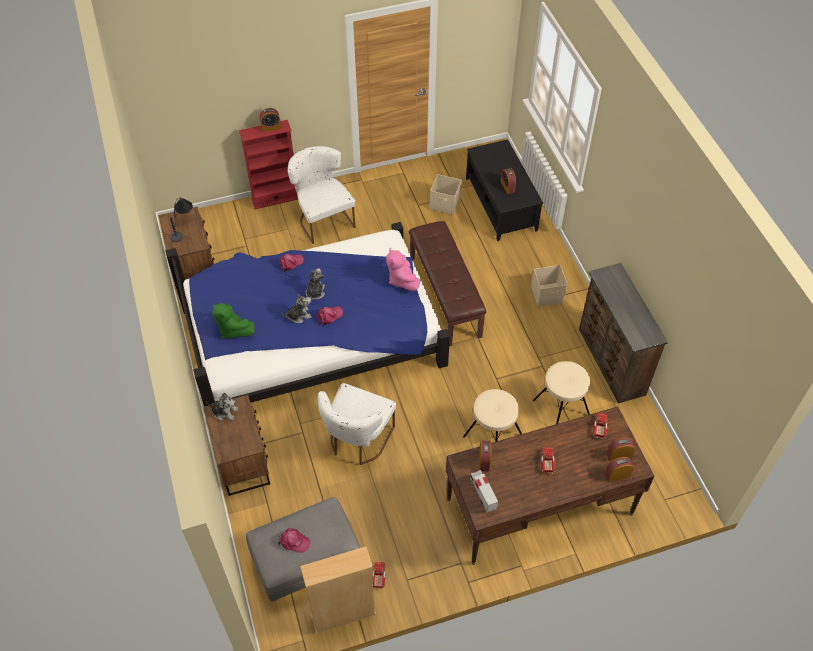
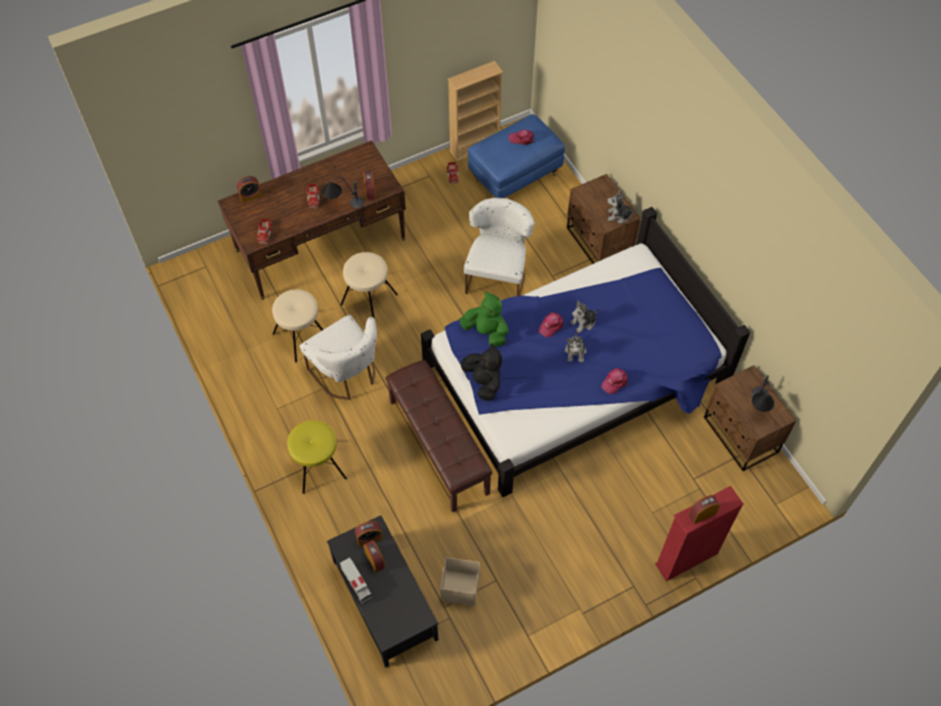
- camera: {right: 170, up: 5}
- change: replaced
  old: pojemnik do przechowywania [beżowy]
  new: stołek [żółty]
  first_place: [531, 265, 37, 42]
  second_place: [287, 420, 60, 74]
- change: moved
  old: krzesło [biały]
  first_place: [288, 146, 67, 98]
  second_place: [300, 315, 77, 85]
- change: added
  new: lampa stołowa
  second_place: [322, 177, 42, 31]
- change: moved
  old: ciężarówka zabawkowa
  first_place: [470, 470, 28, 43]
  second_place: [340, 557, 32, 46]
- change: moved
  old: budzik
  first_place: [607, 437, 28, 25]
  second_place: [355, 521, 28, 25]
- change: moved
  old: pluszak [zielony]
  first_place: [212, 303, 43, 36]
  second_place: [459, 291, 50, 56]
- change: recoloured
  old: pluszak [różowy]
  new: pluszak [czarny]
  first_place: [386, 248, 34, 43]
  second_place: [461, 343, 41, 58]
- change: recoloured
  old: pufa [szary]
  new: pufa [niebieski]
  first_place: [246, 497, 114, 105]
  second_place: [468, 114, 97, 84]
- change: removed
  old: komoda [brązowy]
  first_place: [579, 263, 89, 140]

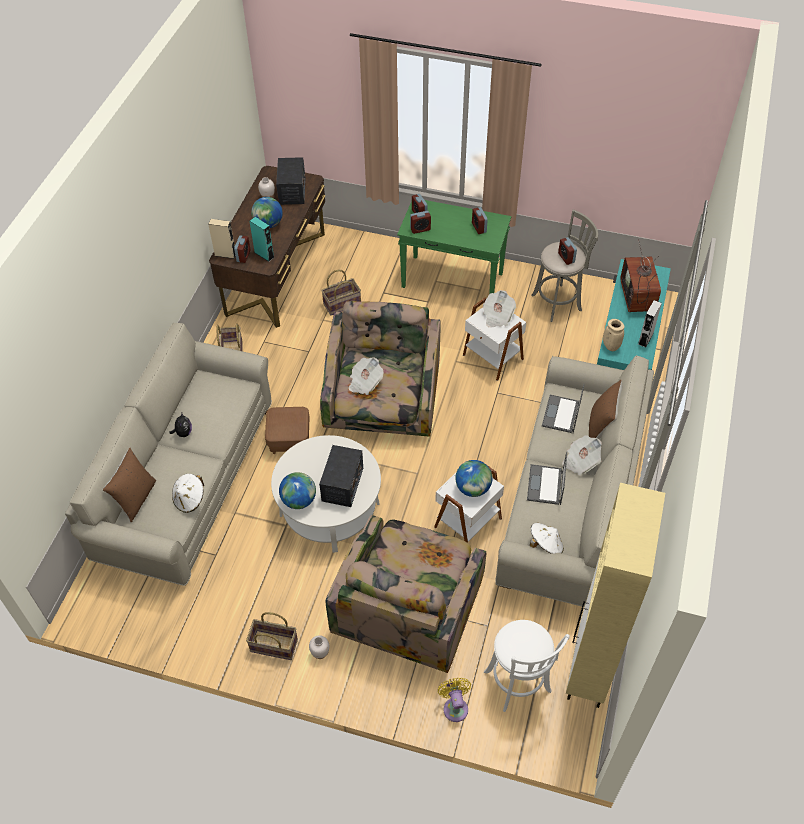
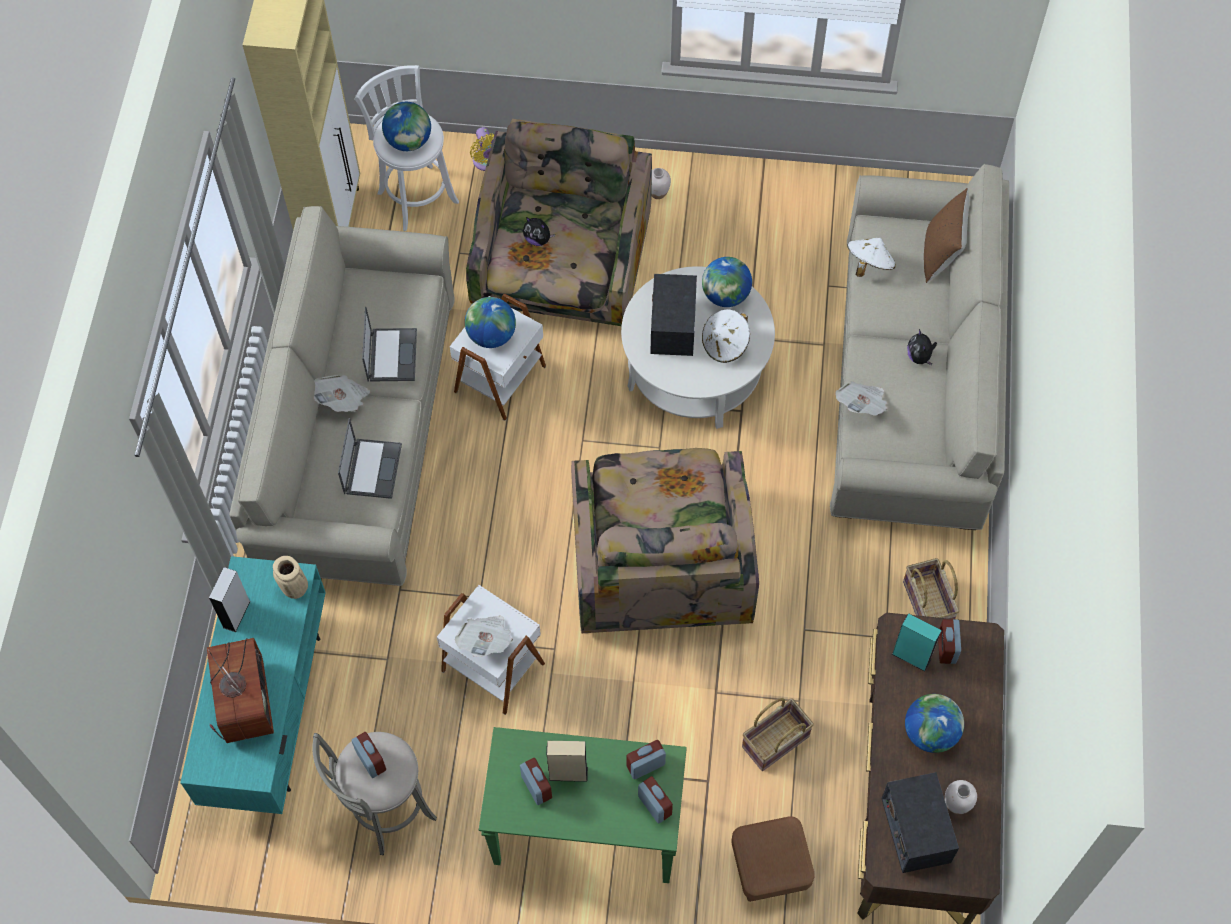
- camera: {right: 170, up: 10}
- change: added
  new: globus
  second_place: [382, 102, 49, 49]
- change: added
  new: pluszak
  second_place: [523, 217, 32, 29]
- change: moved
  old: głośnik [beżowy]
  first_place: [208, 219, 27, 40]
  second_place: [546, 741, 42, 41]
- change: moved
  old: kapelusz [biały]
  first_place: [530, 523, 34, 31]
  second_place: [702, 309, 48, 54]
- change: moved
  old: pufa [brązowy]
  first_place: [265, 407, 45, 47]
  second_place: [731, 816, 84, 86]
- change: moved
  old: gazeta
  first_place: [349, 357, 34, 38]
  second_place: [835, 381, 52, 35]
- change: removed
  old: koszyk
  first_place: [246, 612, 52, 48]
- change: removed
  old: poduszka [brązowy]
  first_place: [589, 379, 33, 60]

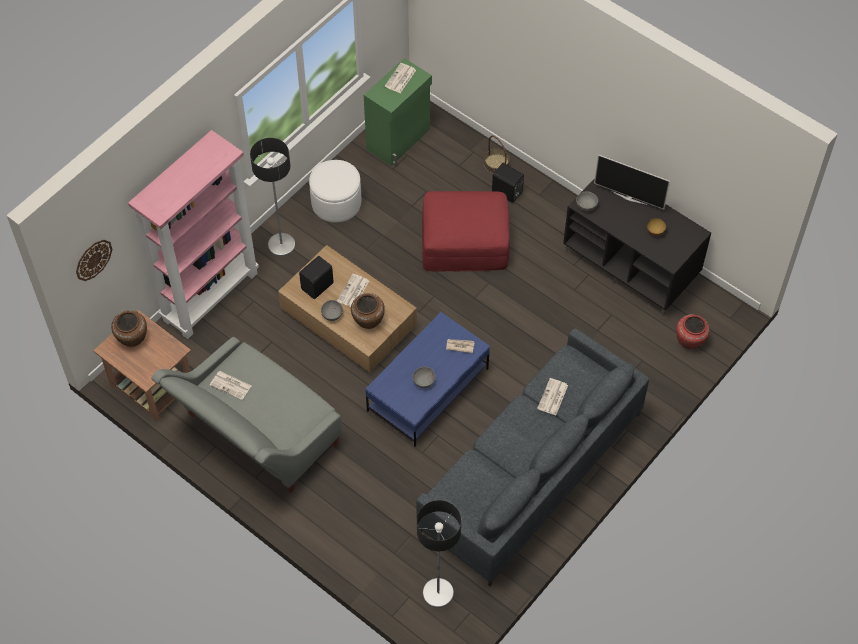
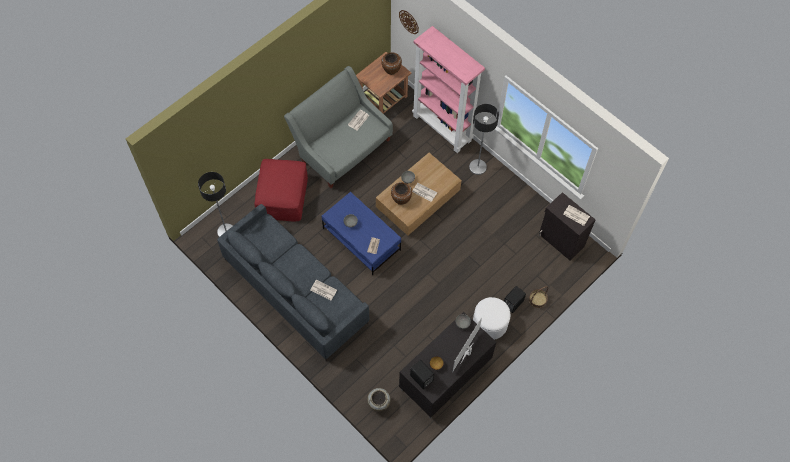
- camera: {right: 95, up: 5}
- change: moved
  old: pufa [czerwony]
  first_place: [422, 191, 88, 81]
  second_place: [255, 159, 53, 62]
- change: recoloured
  old: wazon [czerwony]
  new: wazon [beżowy]
  first_place: [676, 314, 34, 35]
  second_place: [367, 388, 24, 23]
- change: moved
  old: głośnik [czarny]
  first_place: [299, 256, 35, 43]
  second_place: [410, 360, 24, 29]
- change: moved
  old: pufa [biały]
  first_place: [309, 160, 52, 62]
  second_place: [473, 297, 37, 43]
- change: recoloured
  old: szafka [zielony]
  new: szafka [czarny]
  first_place: [364, 58, 68, 108]
  second_place: [539, 192, 56, 68]

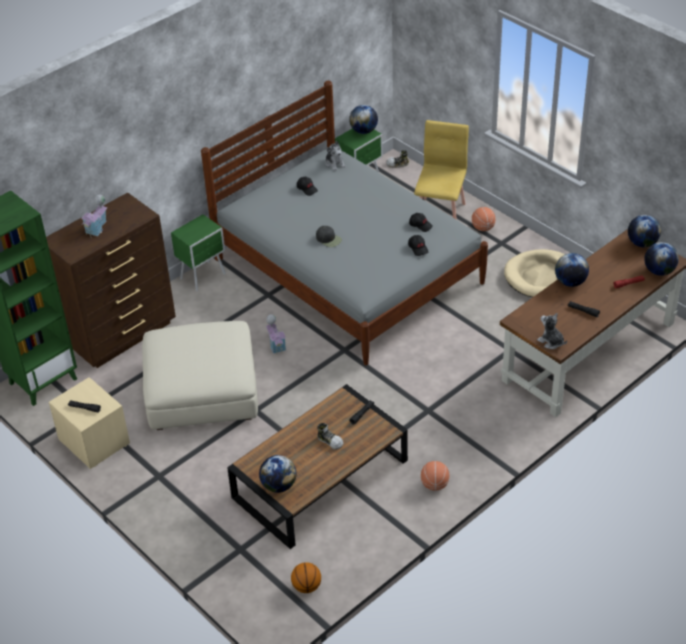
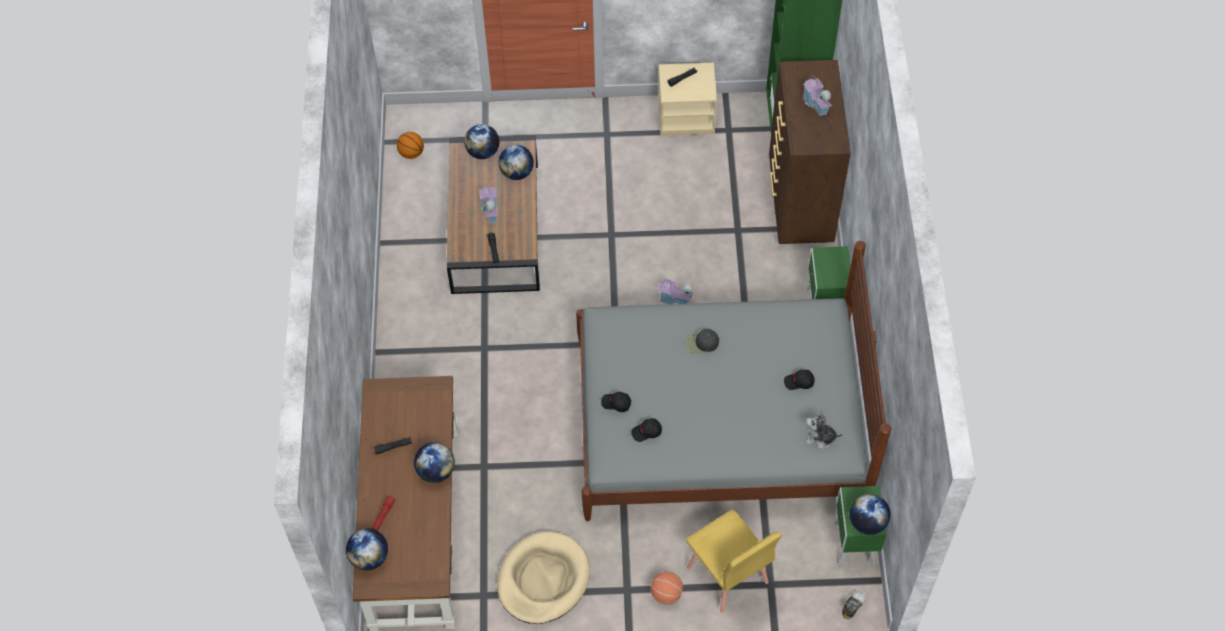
- camera: {right: 130, up: 15}
- change: replaced
  old: but
  new: domek
  first_place: [317, 423, 26, 27]
  second_place: [479, 184, 19, 39]
- change: moved
  old: globus
  first_place: [628, 215, 33, 32]
  second_place: [499, 145, 35, 35]
- change: removed
  old: pufa [beżowy]
  first_place: [142, 321, 116, 109]
- change: removed
  old: piłka do koszykówki
  first_place: [421, 461, 28, 30]
- change: removed
  old: pluszak
  first_place: [537, 313, 30, 36]

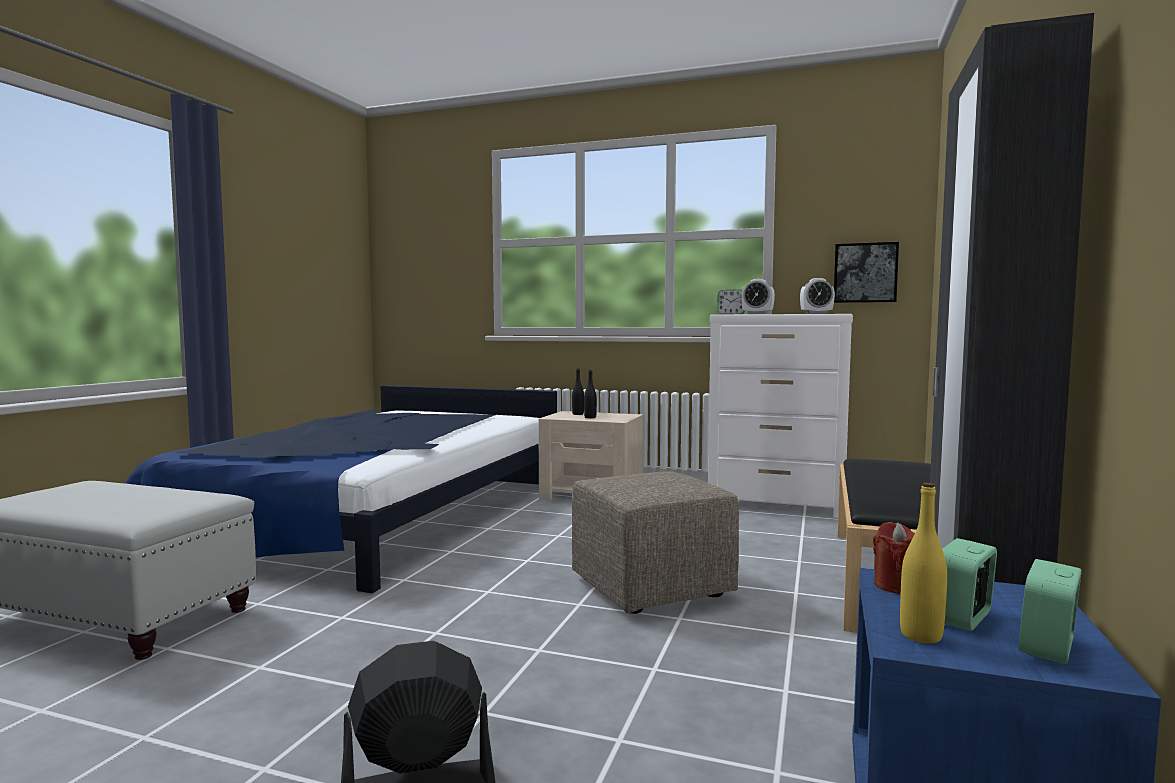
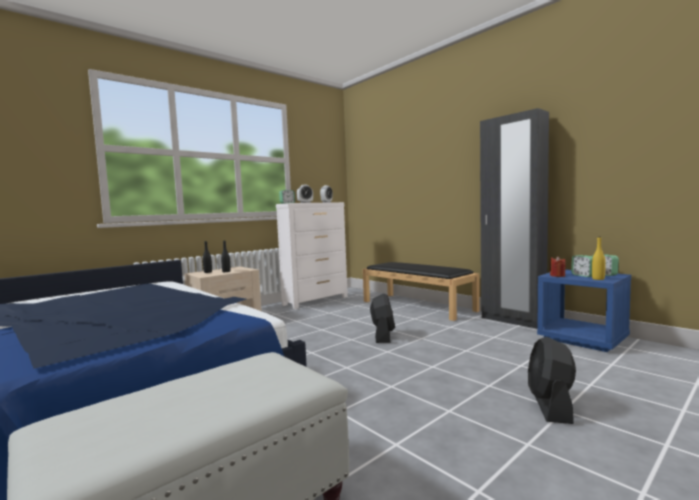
- camera: {right: -60, up: 0}
- change: replaced
  old: pufa [beżowy]
  new: wentylator [czarny]
  first_place: [572, 471, 167, 143]
  second_place: [370, 293, 25, 50]
- change: removed
  old: obraz
  first_place: [834, 242, 65, 61]

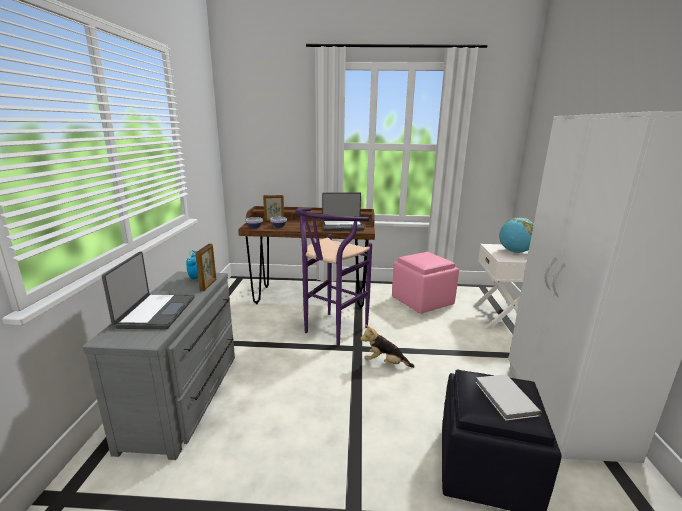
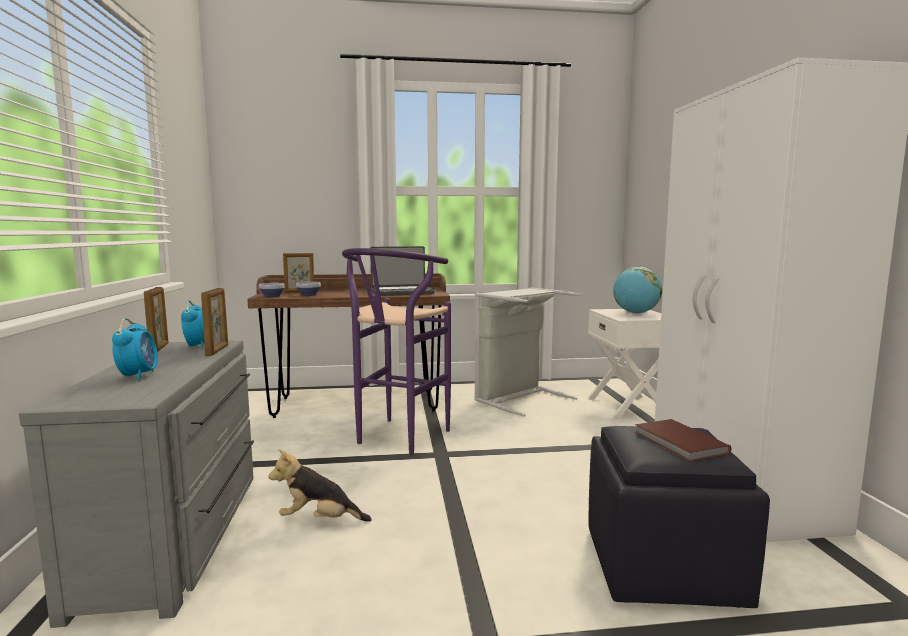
- camera: {right: -10, up: -10}
- change: replaced
  old: laptop
  new: budzik
  first_place: [102, 251, 93, 78]
  second_place: [112, 318, 46, 63]
- change: added
  new: ramka na zdjęcie
  second_place: [144, 287, 24, 65]
- change: moved
  old: pluszak
  first_place: [360, 324, 54, 44]
  second_place: [269, 449, 103, 73]
- change: replaced
  old: pufa [różowy]
  new: kosz na pranie [szary]
  first_place: [392, 252, 67, 62]
  second_place: [474, 287, 107, 130]
- change: recoloured
  old: książka [biały]
  new: książka [brązowy]
  first_place: [476, 374, 65, 46]
  second_place: [634, 419, 97, 43]

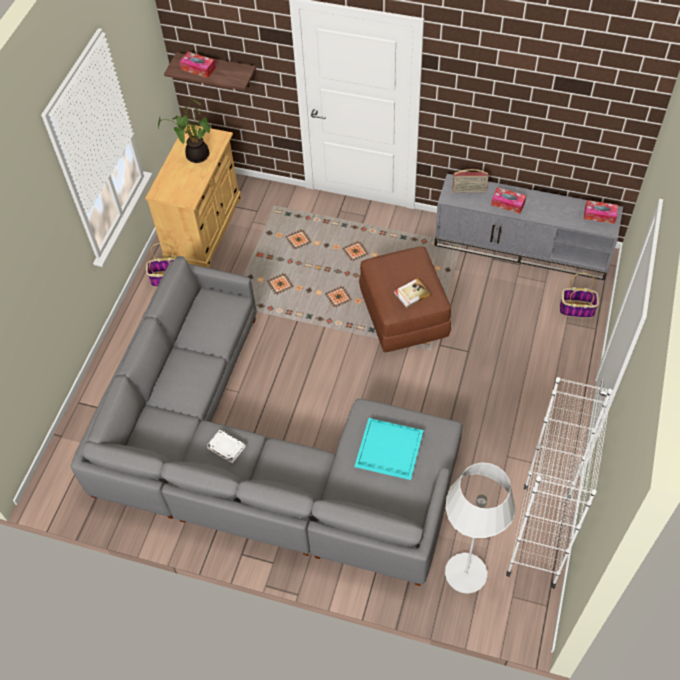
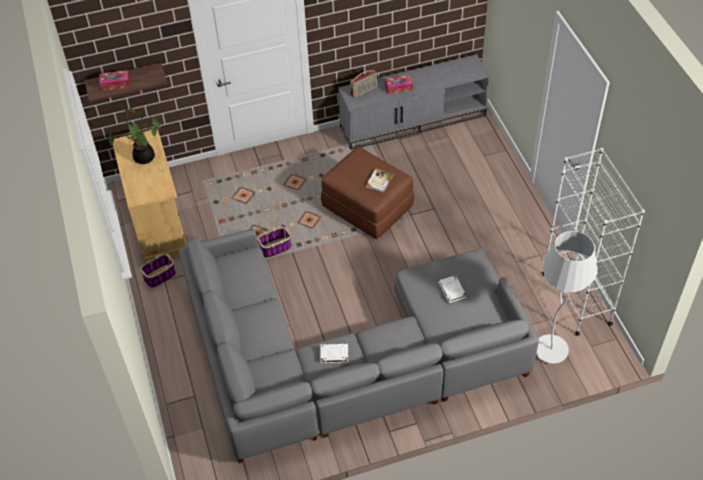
- camera: {right: -35, up: -5}
- change: moved
  old: koszyk
  first_place: [560, 273, 39, 45]
  second_place: [258, 215, 34, 43]
- change: replaced
  old: taca [turkusowy]
  new: książka [biały]
  first_place: [354, 418, 70, 62]
  second_place: [438, 275, 28, 28]
- change: removed
  old: pudełko chusteczek
  first_place: [584, 200, 34, 24]

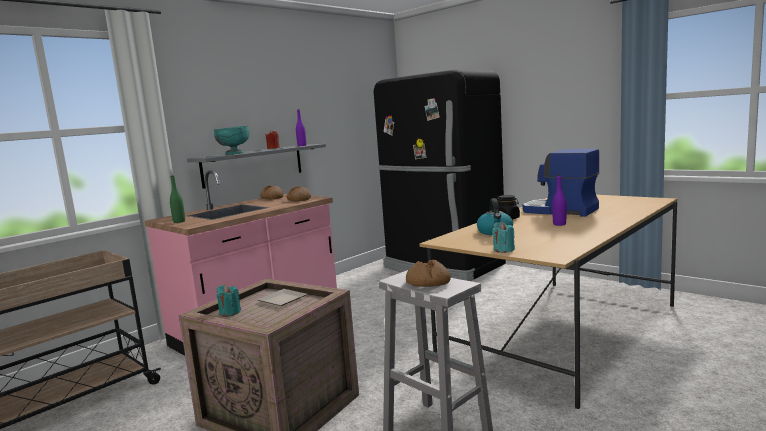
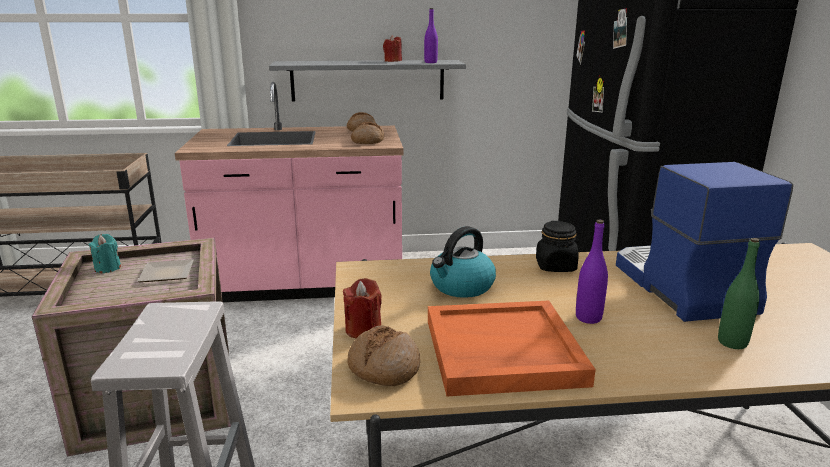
- camera: {right: 40, up: 10}
- change: recoloured
  old: świeca [turkusowy]
  new: świeca [czerwony]
  first_place: [492, 222, 23, 31]
  second_place: [343, 278, 39, 60]
- change: moved
  old: chleb
  first_place: [406, 260, 45, 27]
  second_place: [347, 325, 73, 61]
- change: added
  new: taca [pomarańczowy]
  second_place: [428, 301, 168, 95]
- change: moved
  old: butelka [zielony]
  first_place: [170, 175, 15, 48]
  second_place: [718, 238, 42, 111]
- change: removed
  old: miska [turkusowy]
  first_place: [214, 126, 35, 28]

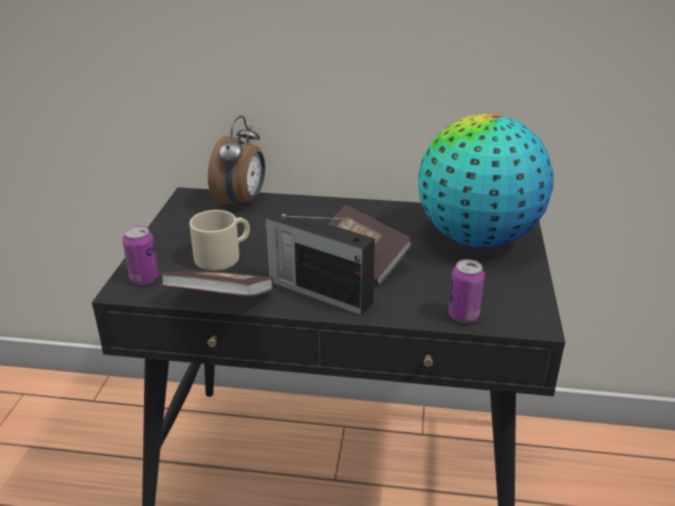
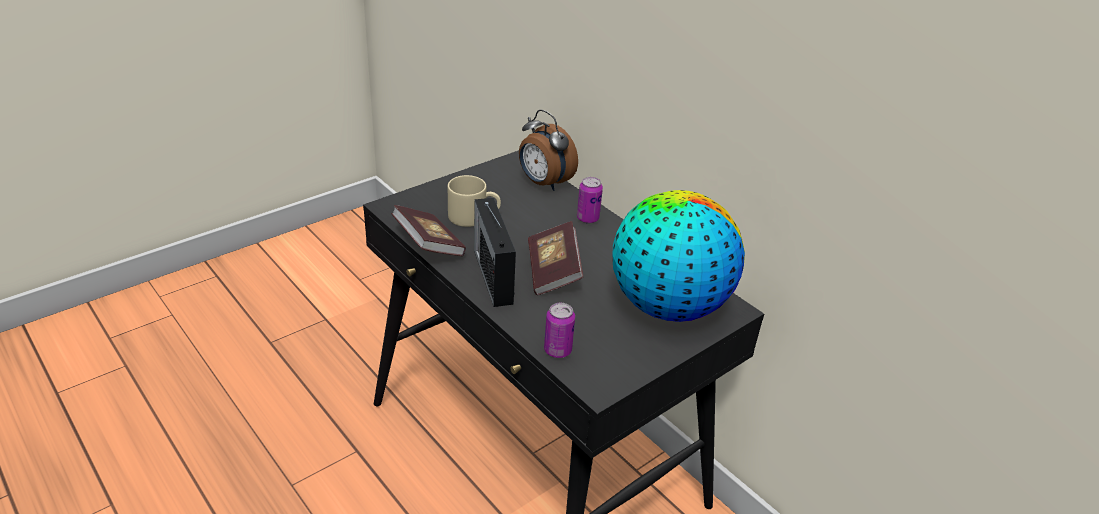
- camera: {right: 40, up: 5}
- change: turned
  old: budzik
  first_place: [208, 116, 57, 94]
  second_place: [519, 110, 59, 81]
  degrees: 75
- change: moved
  old: puszka
  first_place: [122, 226, 37, 59]
  second_place: [577, 177, 26, 47]

